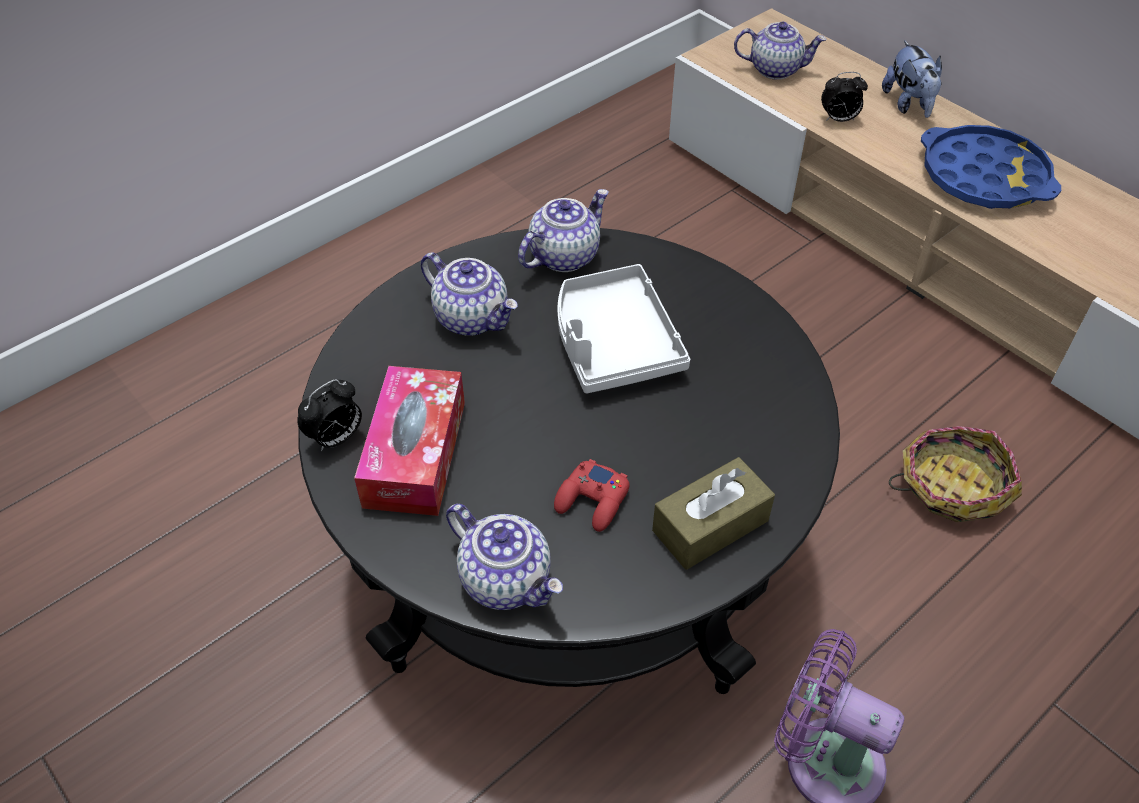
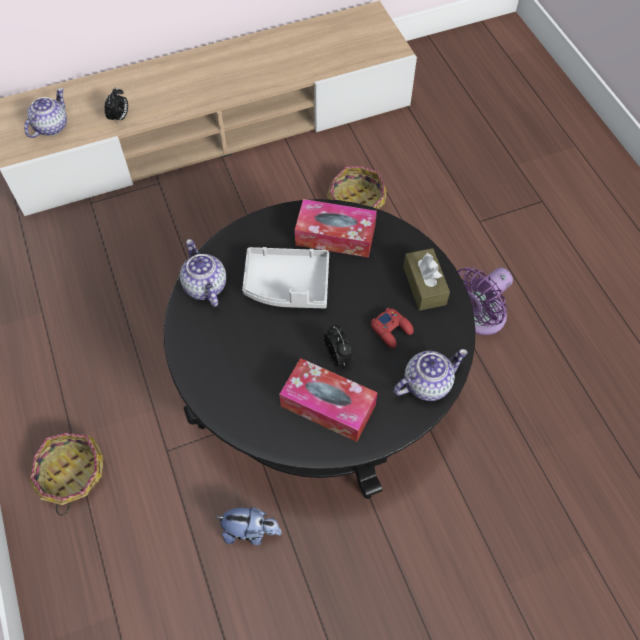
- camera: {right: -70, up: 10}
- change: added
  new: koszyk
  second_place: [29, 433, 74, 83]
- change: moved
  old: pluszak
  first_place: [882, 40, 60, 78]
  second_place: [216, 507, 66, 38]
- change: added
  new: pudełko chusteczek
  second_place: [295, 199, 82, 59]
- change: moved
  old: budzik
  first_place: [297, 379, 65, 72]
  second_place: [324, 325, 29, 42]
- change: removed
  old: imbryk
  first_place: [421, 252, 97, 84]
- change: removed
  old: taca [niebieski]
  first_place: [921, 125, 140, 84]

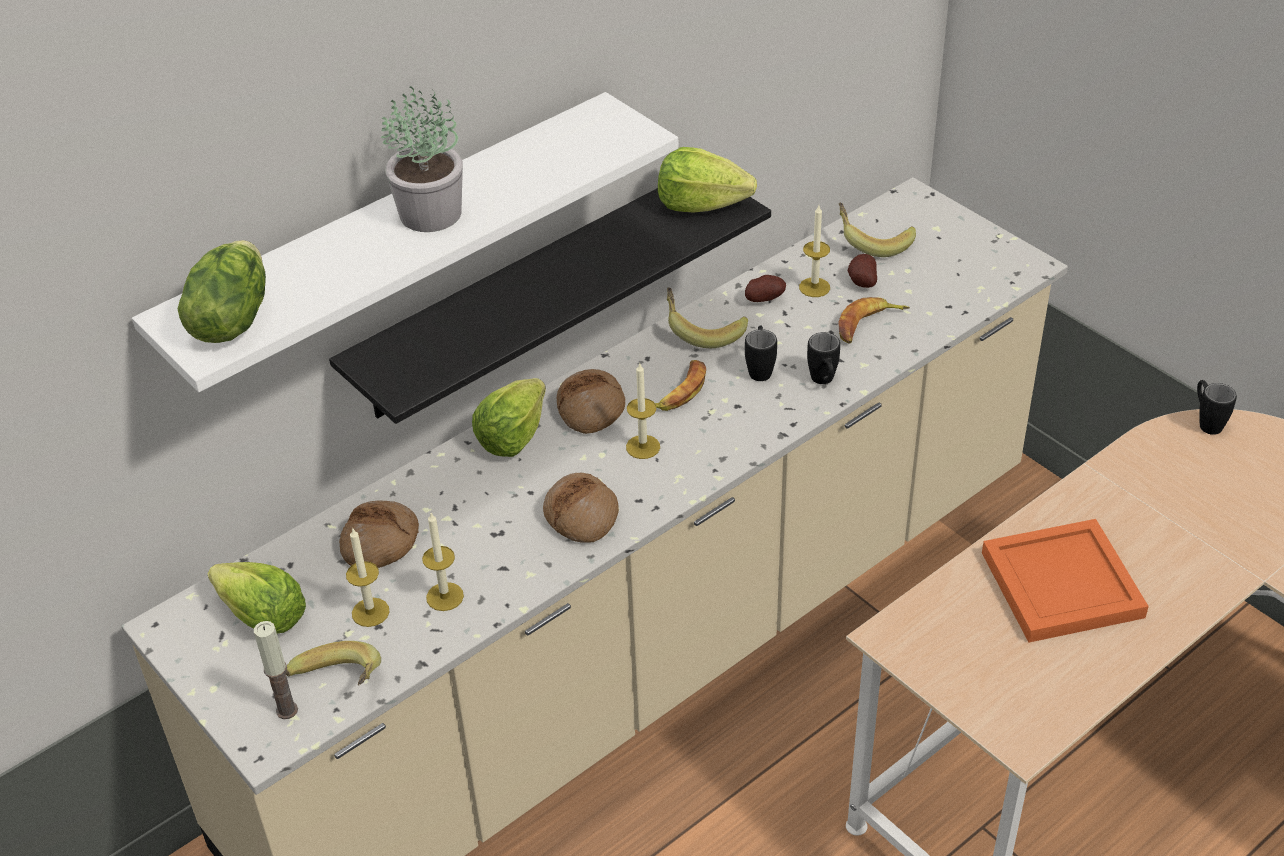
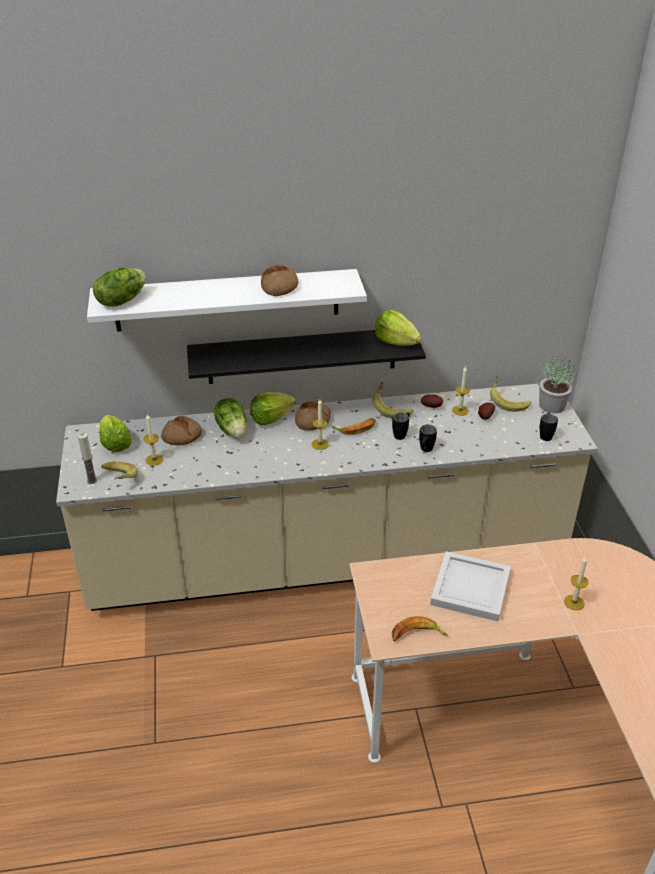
- camera: {right: 30, up: -5}
- change: added
  new: sałata
  second_place: [214, 398, 33, 40]
- change: moved
  old: chleb
  first_place: [543, 473, 76, 70]
  second_place: [261, 265, 38, 31]
- change: moved
  old: banan
  first_place: [838, 297, 72, 47]
  second_place: [392, 616, 56, 26]
- change: recoloured
  old: taca [pomarańczowy]
  new: taca [biały]
  first_place: [982, 519, 167, 124]
  second_place: [430, 551, 81, 70]
- change: moved
  old: roślina doniczkowa
  first_place: [381, 86, 82, 146]
  second_place: [539, 354, 36, 59]
- change: moved
  old: kubek [czarny]
  first_place: [1197, 380, 40, 55]
  second_place: [540, 412, 18, 29]
- change: moved
  old: świeca
  first_place: [422, 513, 42, 98]
  second_place: [564, 557, 25, 53]

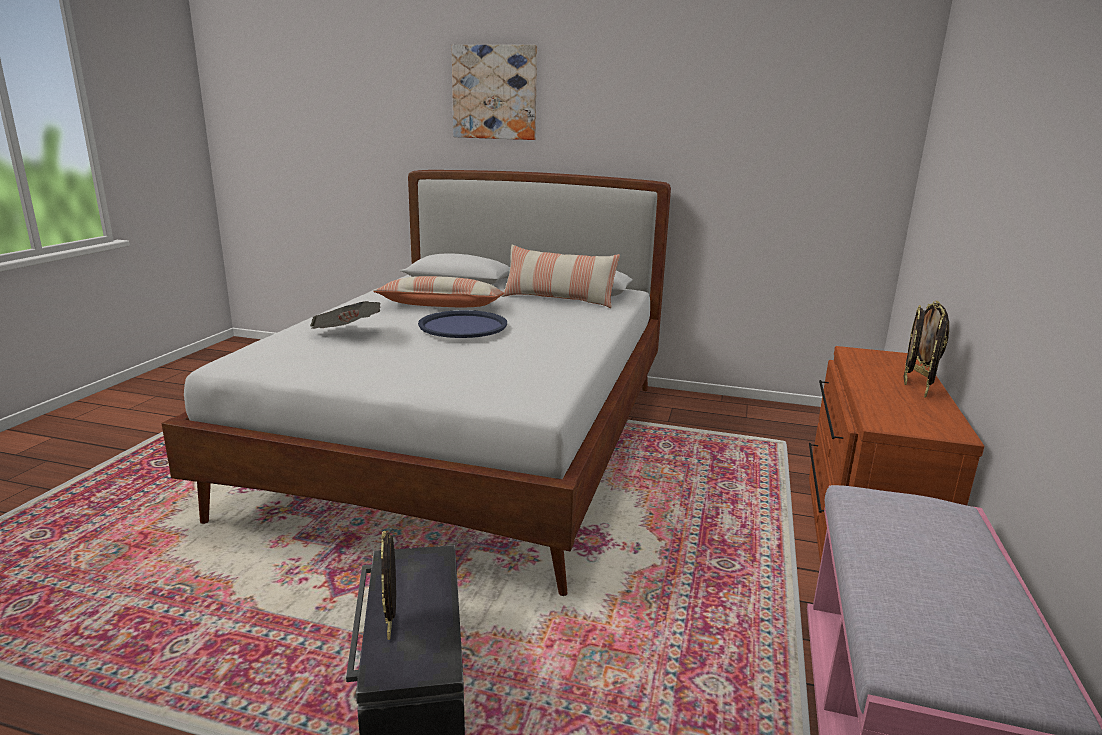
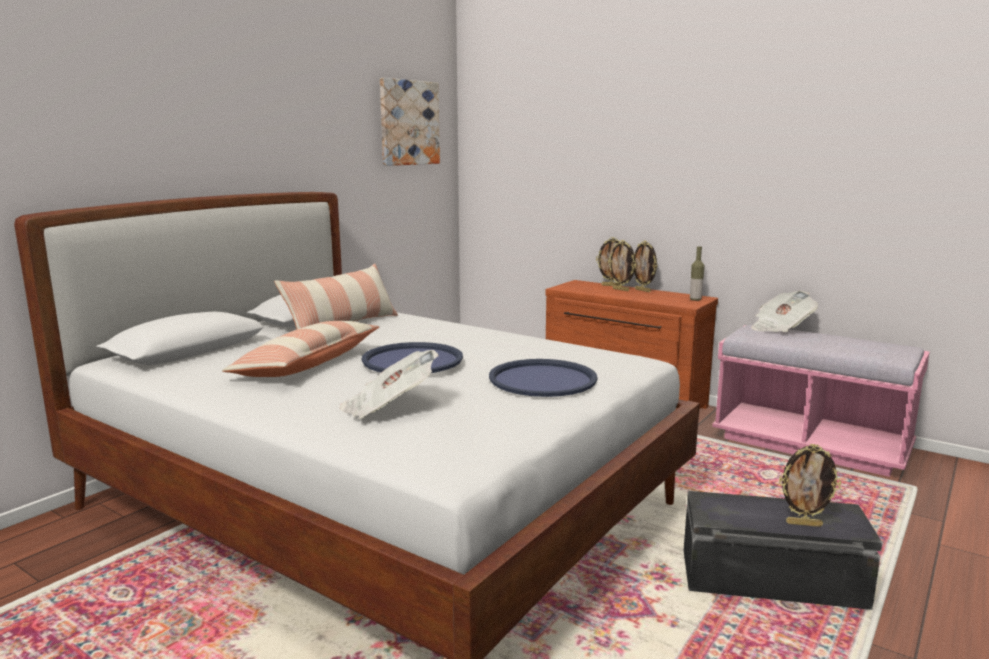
- camera: {right: -70, up: -5}
- change: moved
  old: obraz
  first_place: [452, 45, 85, 95]
  second_place: [380, 78, 60, 88]
- change: added
  new: taca [niebieski]
  second_place: [489, 359, 109, 38]
- change: added
  new: butelka
  second_place: [690, 246, 15, 55]
- change: added
  new: gazeta
  second_place: [751, 291, 67, 41]

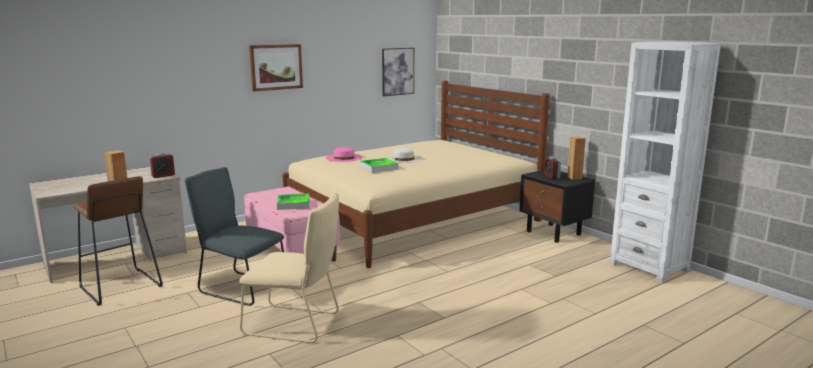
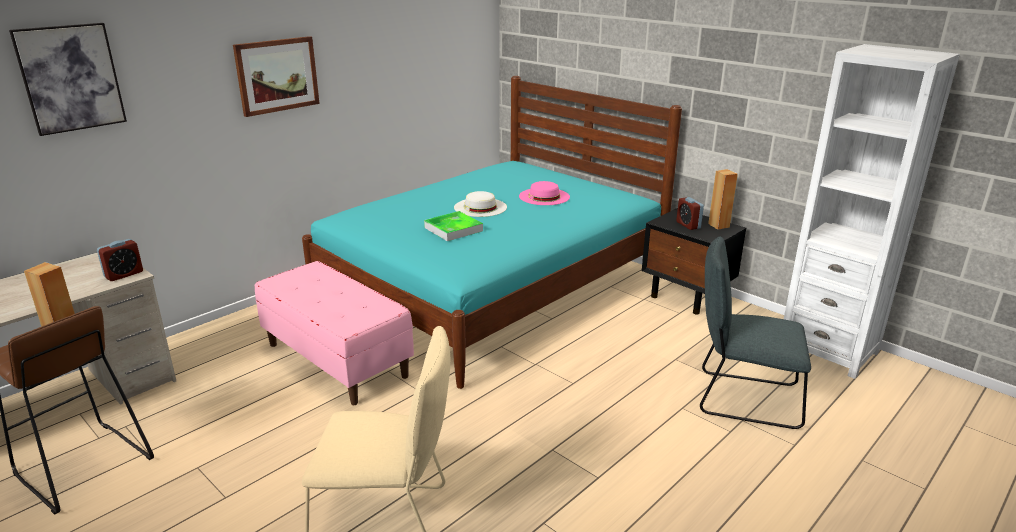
- camera: {right: -10, up: 10}
- change: moved
  old: obraz
  first_place: [382, 48, 32, 48]
  second_place: [9, 23, 118, 113]
- change: recoloured
  old: łóżko [beżowy]
  new: łóżko [turkusowy]
  first_place: [282, 81, 268, 187]
  second_place: [302, 76, 380, 313]
- change: moved
  old: kapelusz [różowy]
  first_place: [326, 147, 37, 15]
  second_place: [519, 181, 51, 24]
- change: moved
  old: krzesło [szary]
  first_place: [185, 167, 99, 139]
  second_place: [700, 236, 111, 193]
- change: removed
  old: taca
  first_place: [277, 193, 33, 17]

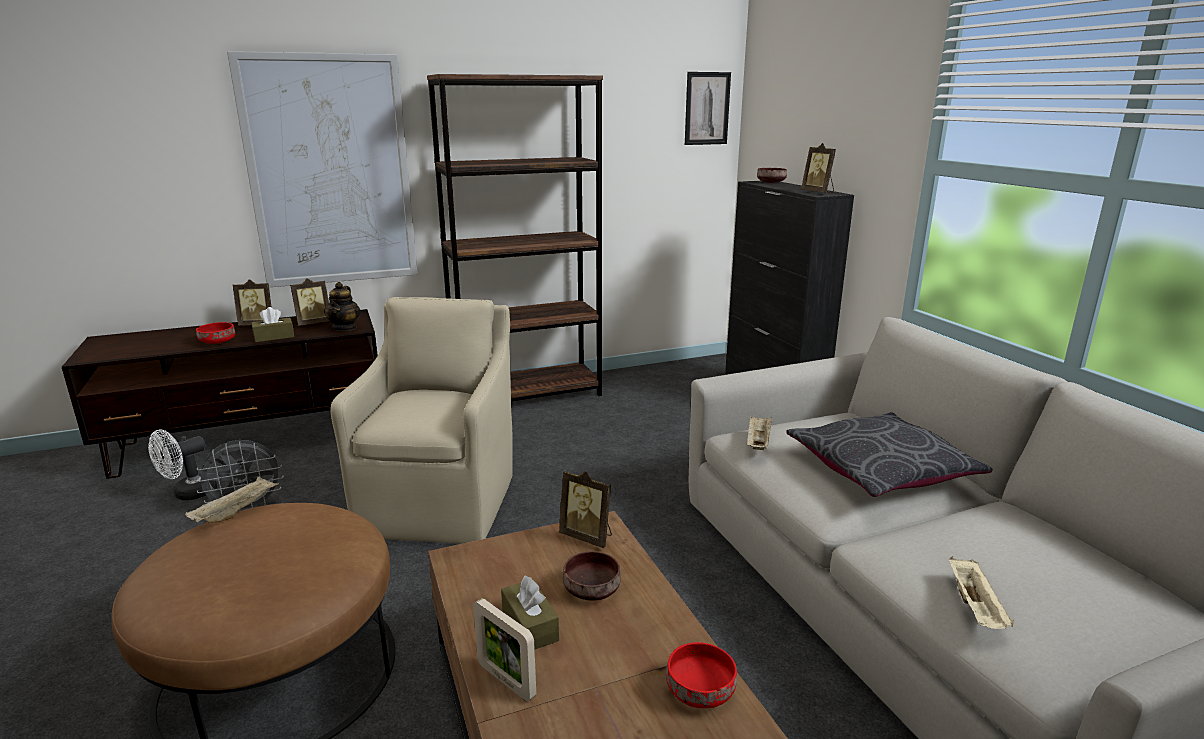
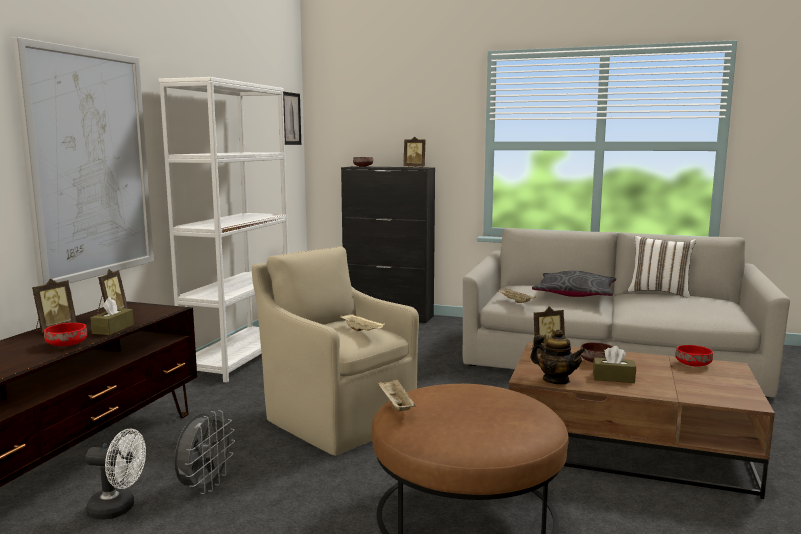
- camera: {right: -50, up: -10}
- change: turned
  old: wentylator [biały]
  first_place: [148, 429, 69, 71]
  second_place: [85, 428, 61, 92]
  degrees: -75
- change: recoloured
  old: regał [brązowy]
  new: regał [biały]
  first_place: [427, 74, 176, 327]
  second_place: [159, 77, 129, 306]
- change: moved
  old: taca [beżowy]
  first_place: [949, 556, 65, 73]
  second_place: [340, 314, 45, 17]
- change: moved
  old: imbryk
  first_place: [324, 282, 37, 49]
  second_place: [530, 329, 56, 55]
- change: added
  new: poduszka [biały]
  second_place: [628, 236, 68, 62]
- change: removed
  old: ramka na zdjęcie
  first_place: [473, 598, 63, 104]

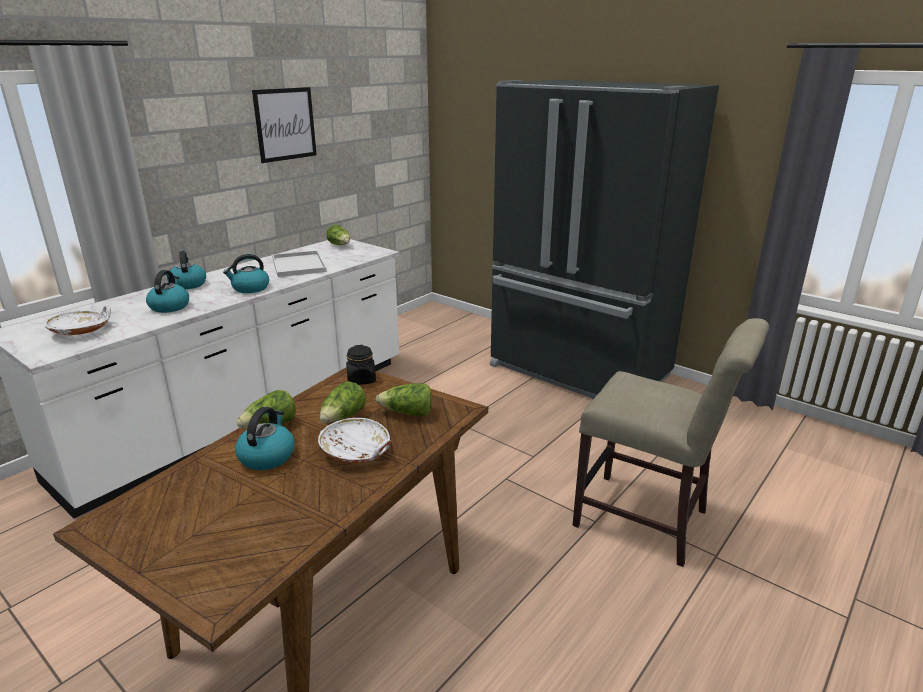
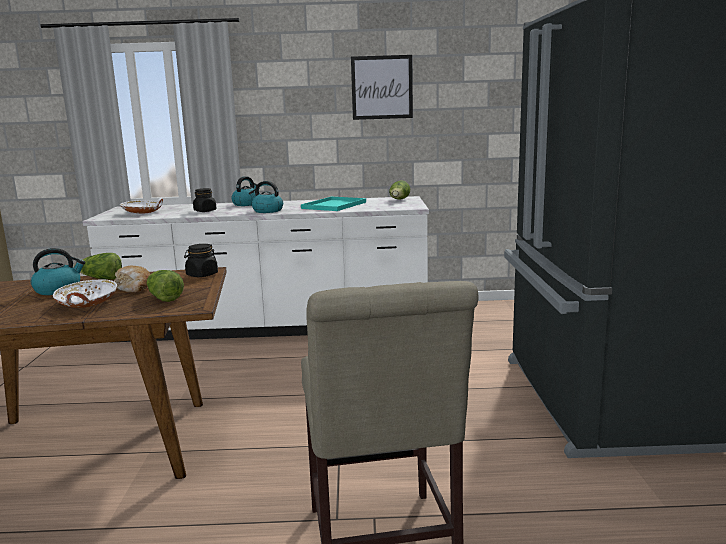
- camera: {right: 50, up: -10}
- change: replaced
  old: sałata
  new: chleb
  first_place: [320, 382, 46, 41]
  second_place: [114, 266, 36, 27]
- change: replaced
  old: czajnik
  new: słoik [czarny]
  first_place: [146, 270, 43, 43]
  second_place: [193, 188, 24, 24]
- change: recoloured
  old: taca [biały]
  new: taca [turkusowy]
  first_place: [272, 250, 55, 27]
  second_place: [301, 197, 65, 14]

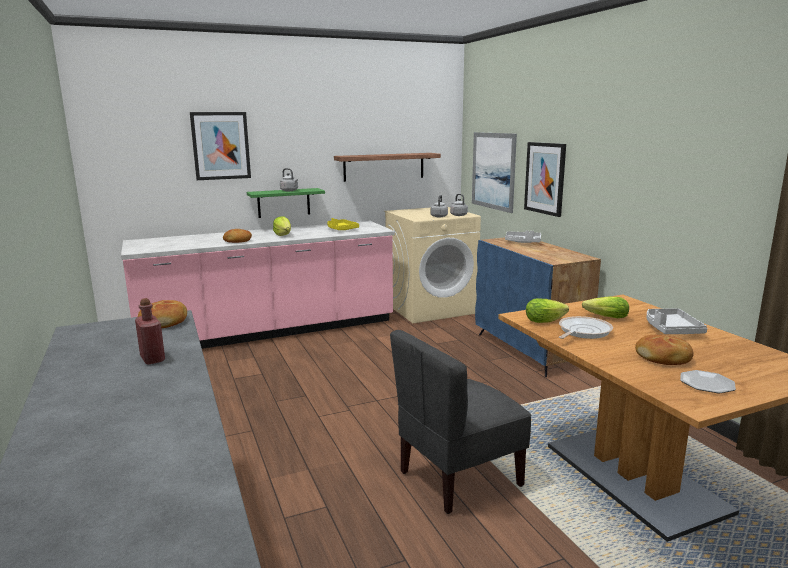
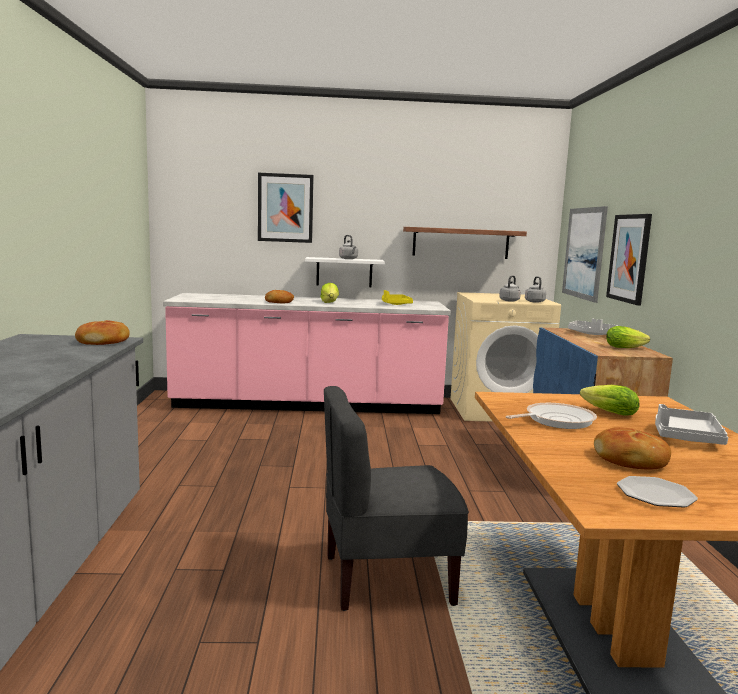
- camera: {right: 20, up: -5}
- change: recoloured
  old: półka [zielony]
  new: półka [biały]
  first_place: [247, 188, 78, 30]
  second_place: [305, 257, 80, 30]
- change: moved
  old: sałata
  first_place: [526, 298, 43, 25]
  second_place: [606, 326, 44, 22]
- change: removed
  old: butelka [czerwony]
  first_place: [135, 298, 30, 67]

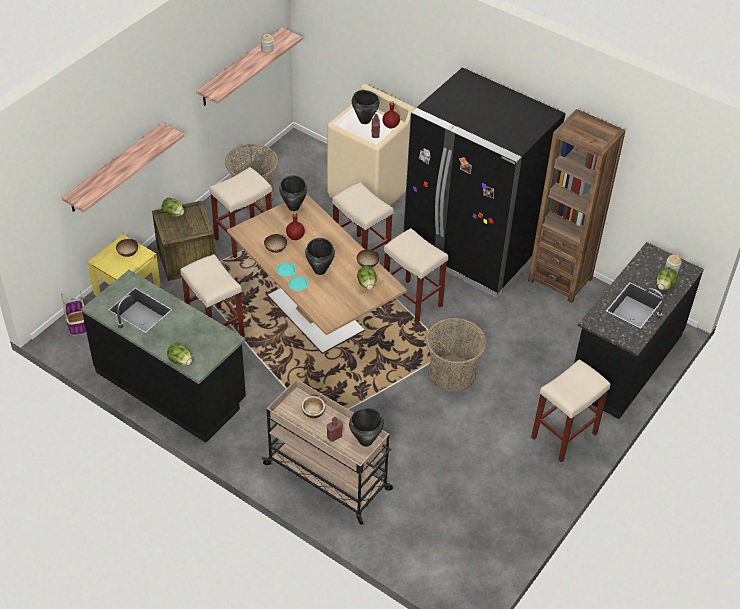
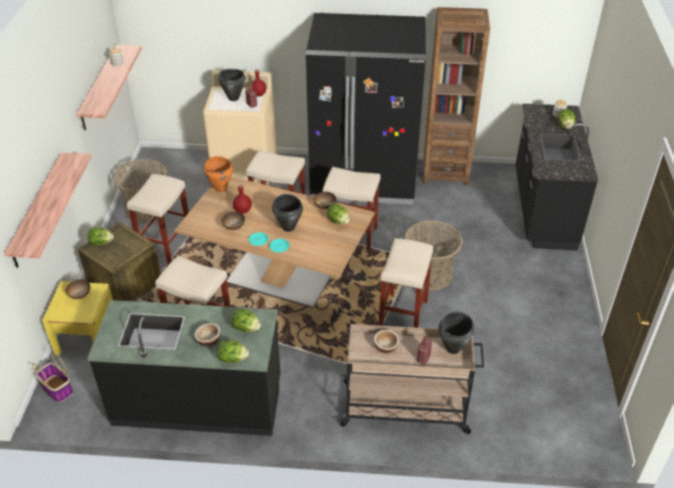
- camera: {right: -30, up: -5}
- change: added
  new: miska
  second_place: [194, 323, 27, 24]
- change: recoloured
  old: garnek [czarny]
  new: garnek [pomarańczowy]
  first_place: [279, 175, 29, 36]
  second_place: [204, 156, 29, 36]
- change: added
  new: sałata
  second_place: [231, 308, 30, 24]
- change: moved
  old: stołek [beżowy]
  first_place: [531, 359, 79, 104]
  second_place: [378, 238, 55, 90]

